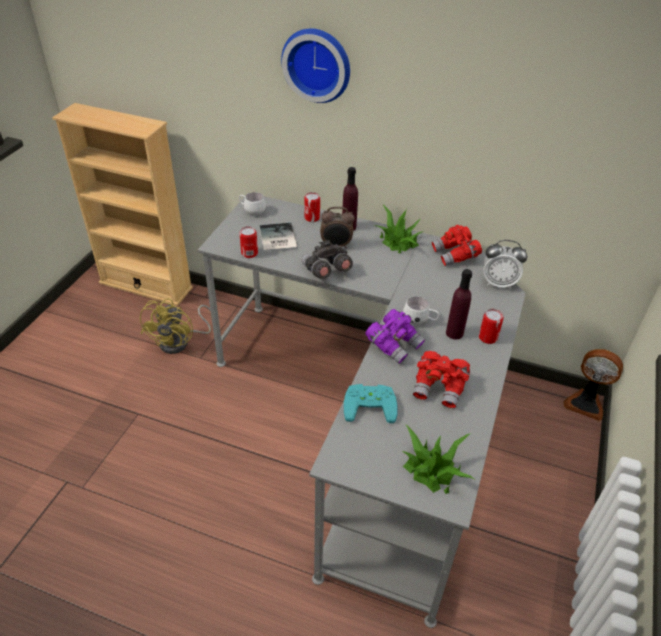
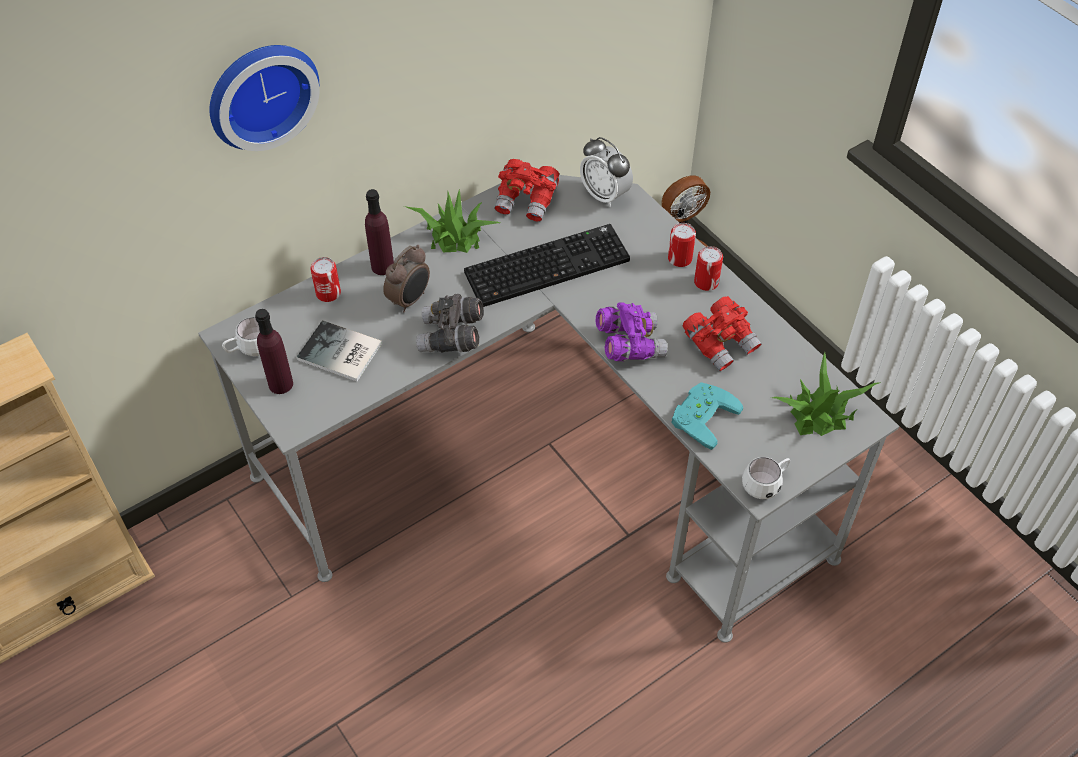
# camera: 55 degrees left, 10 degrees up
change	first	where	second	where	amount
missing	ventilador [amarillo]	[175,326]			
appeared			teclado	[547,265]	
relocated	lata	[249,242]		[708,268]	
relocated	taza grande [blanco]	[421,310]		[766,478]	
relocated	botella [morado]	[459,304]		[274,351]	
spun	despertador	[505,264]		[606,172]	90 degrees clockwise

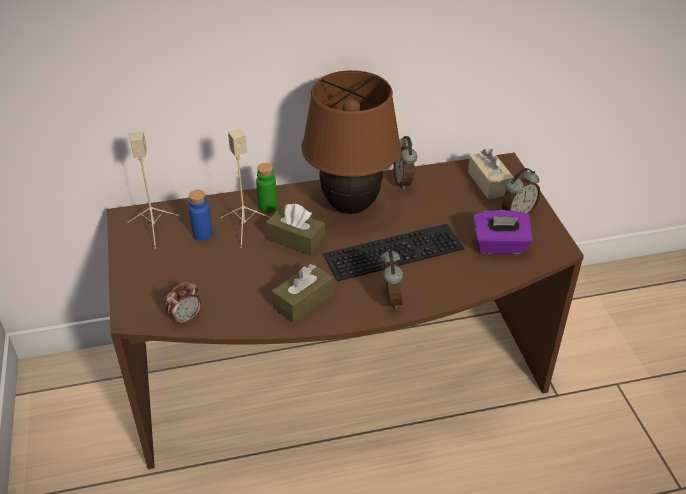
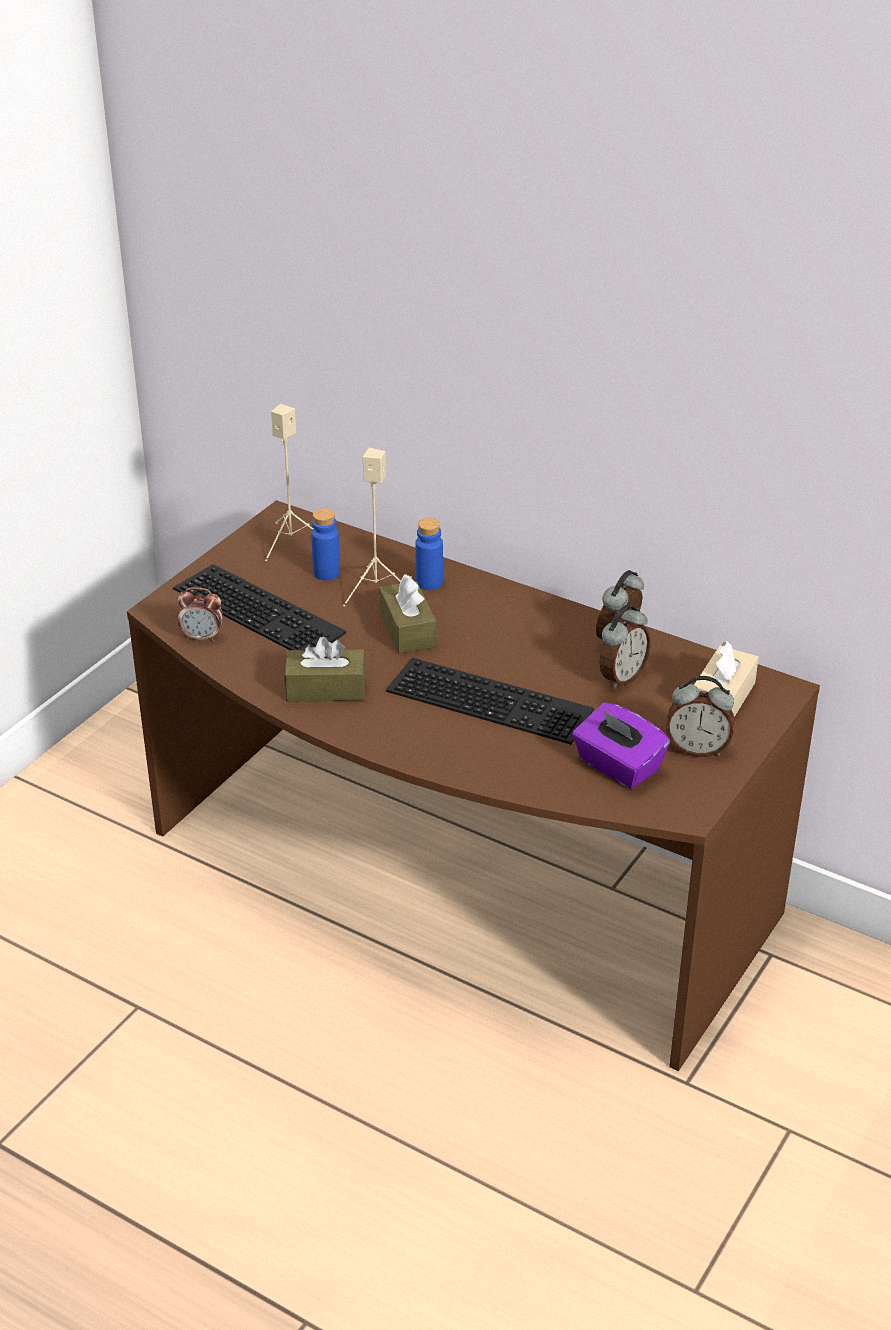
# camera: 45 degrees right, 5 degrees down
change	first	where	second	where	amount
missing	lámpara de mesa [marrón]	[351,142]			
appeared			teclado	[259,607]	
relocated	despertador	[392,279]		[625,647]	
colour	botella [verde]	[266,188]	botella [azul]	[429,554]	

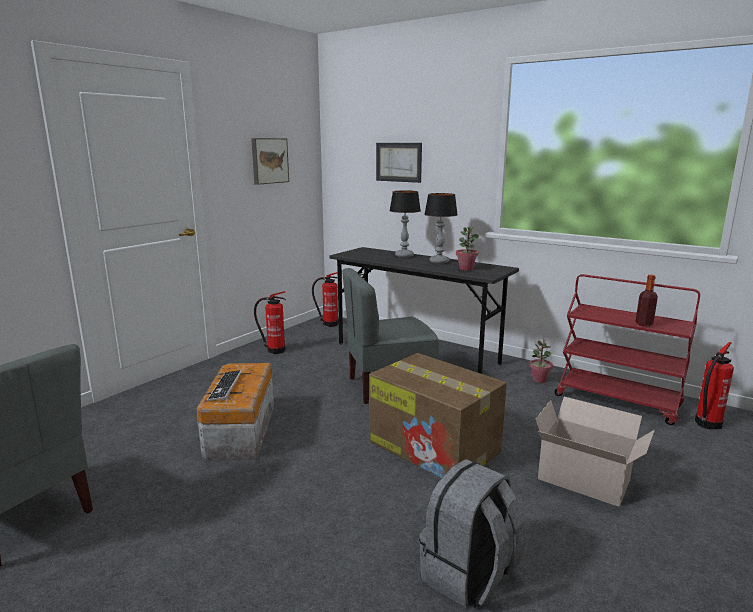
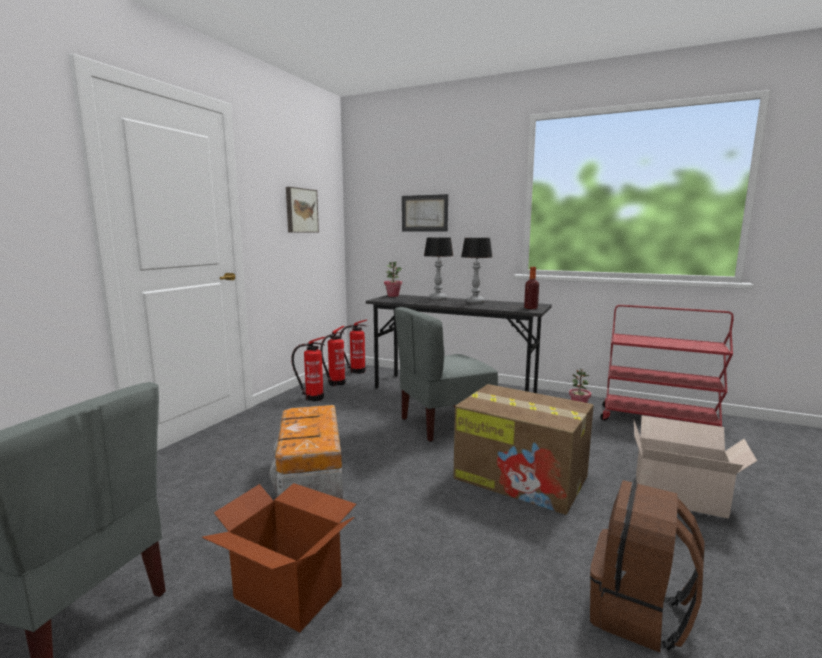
# camera: 10 degrees left, 5 degrees down
change	first	where	second	where	amount
missing	teclado	[224,385]			
appeared			caja de cartón	[279,557]	
relocated	planta en maceta	[467,249]		[393,279]	
relocated	botella	[646,300]		[531,288]	
relocated	extintor	[714,386]		[332,356]	
colour	mochila [gris]	[472,533]	mochila [marrón]	[647,566]	

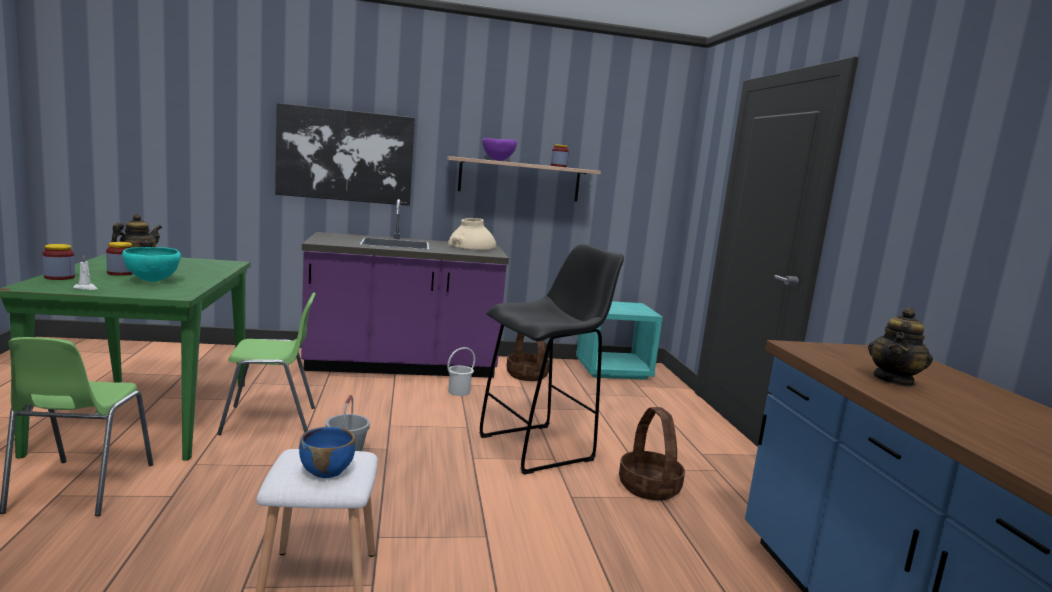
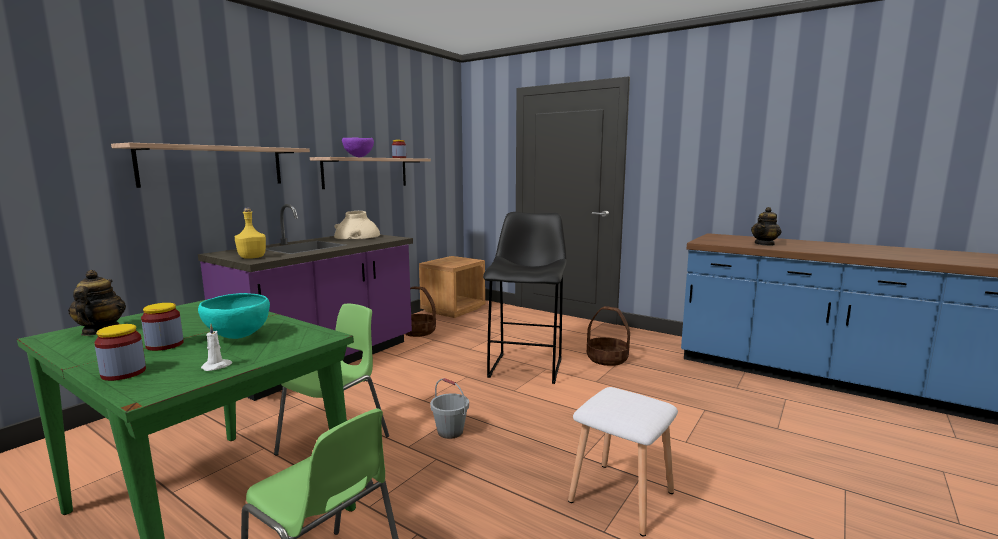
# camera: 45 degrees left, 0 degrees up
change	first	where	second	where	amount
missing	cuenco [azul]	[327,452]			
missing	cubo [blanco]	[461,371]			
appeared			botella [amarillo]	[250,233]	
exchanged	cuadro	[345,154]	estante	[210,165]	
colour	mesita de noche [turquesa]	[619,340]	mesita de noche [marrón]	[452,287]	
spun	tetera	[900,347]		[766,226]	60 degrees clockwise

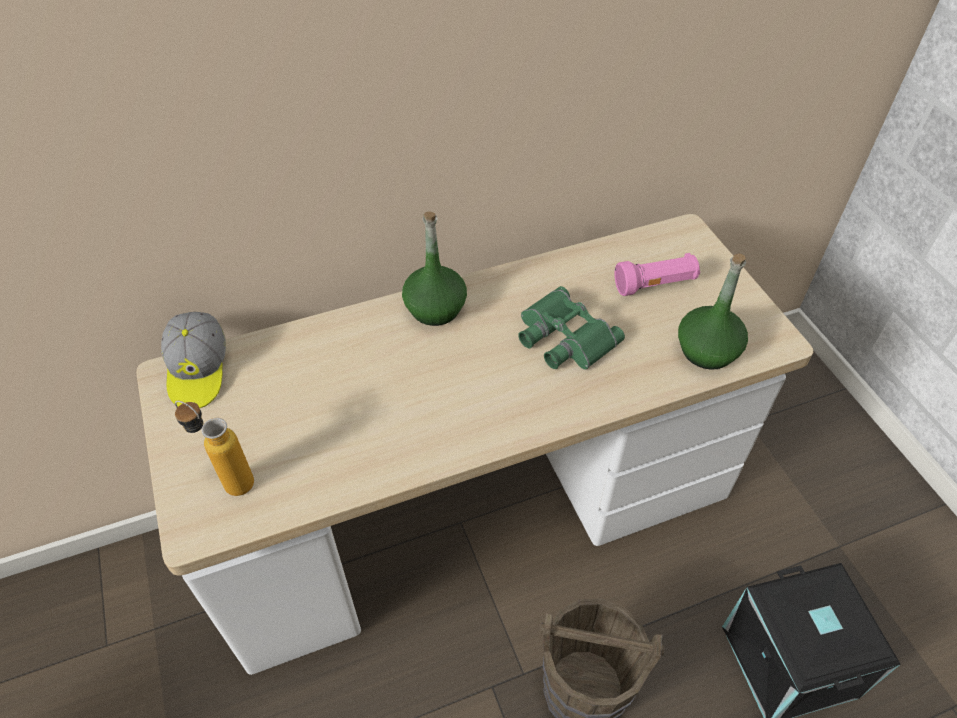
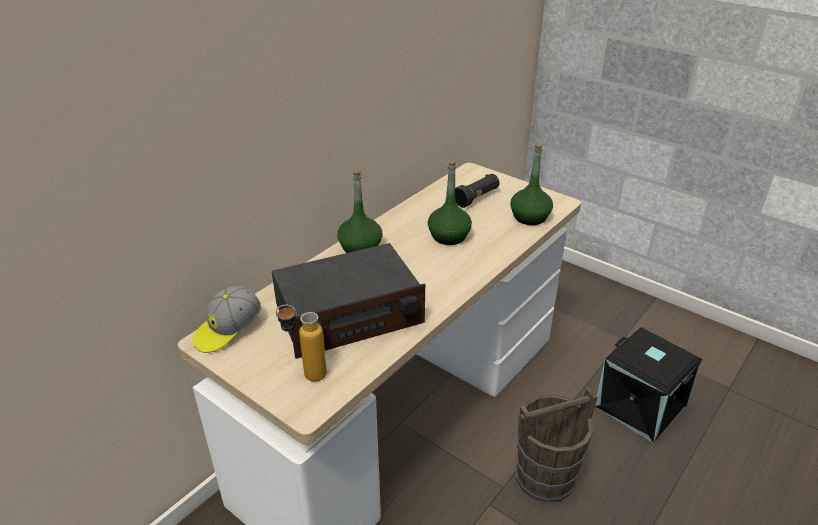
# camera: 30 degrees left, 15 degrees down
change	first	where	second	where	amount
appeared			radio	[348,301]	
exchanged	prismáticos [verde]	[572,327]	botella [verde]	[450,202]	
colour	linterna [rosa]	[657,274]	linterna [negro]	[477,191]	
spun	gorra	[193,360]		[227,319]	75 degrees clockwise

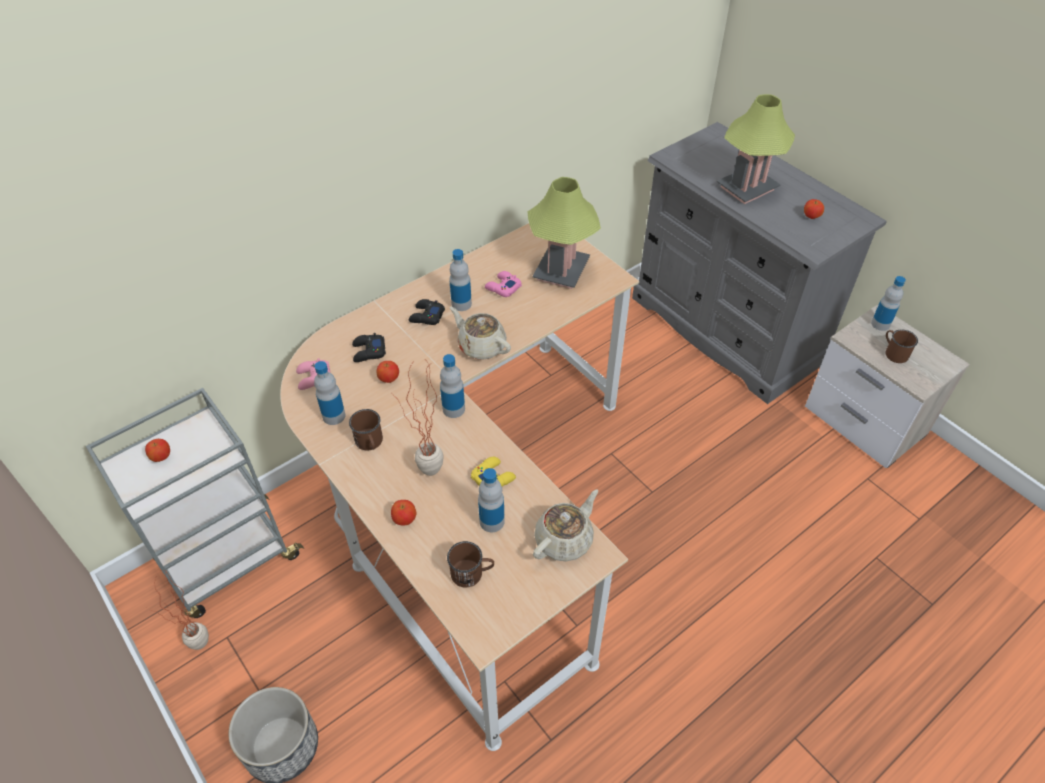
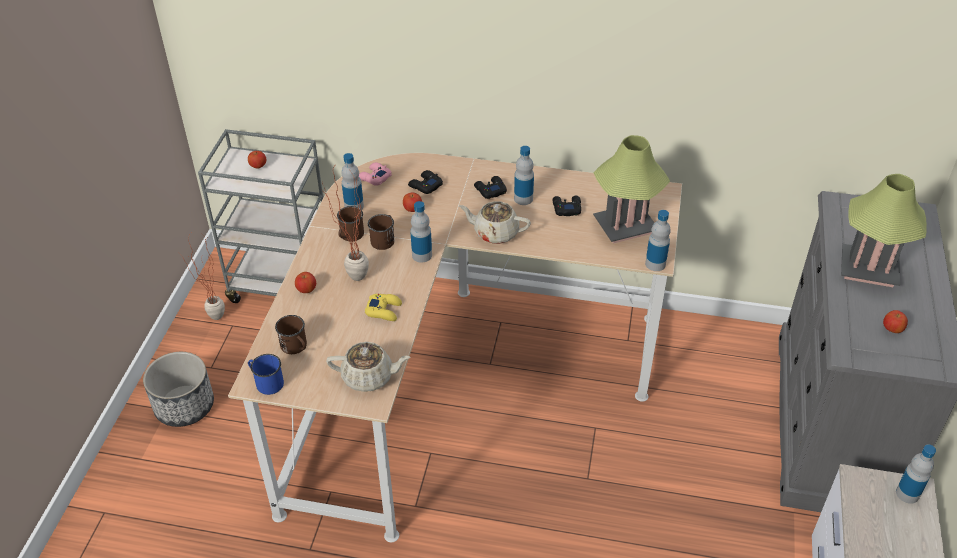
# camera: 50 degrees right, 5 degrees down
change	first	where	second	where	amount
appeared			taza grande [azul]	[266,374]	
relocated	botella	[491,500]		[658,240]	
relocated	taza grande [marrón]	[901,346]		[381,232]	
colour	mando de consola [rosa]	[503,284]	mando de consola [negro]	[566,206]	
spun	tetera [beis]	[480,333]		[495,222]	75 degrees counterclockwise

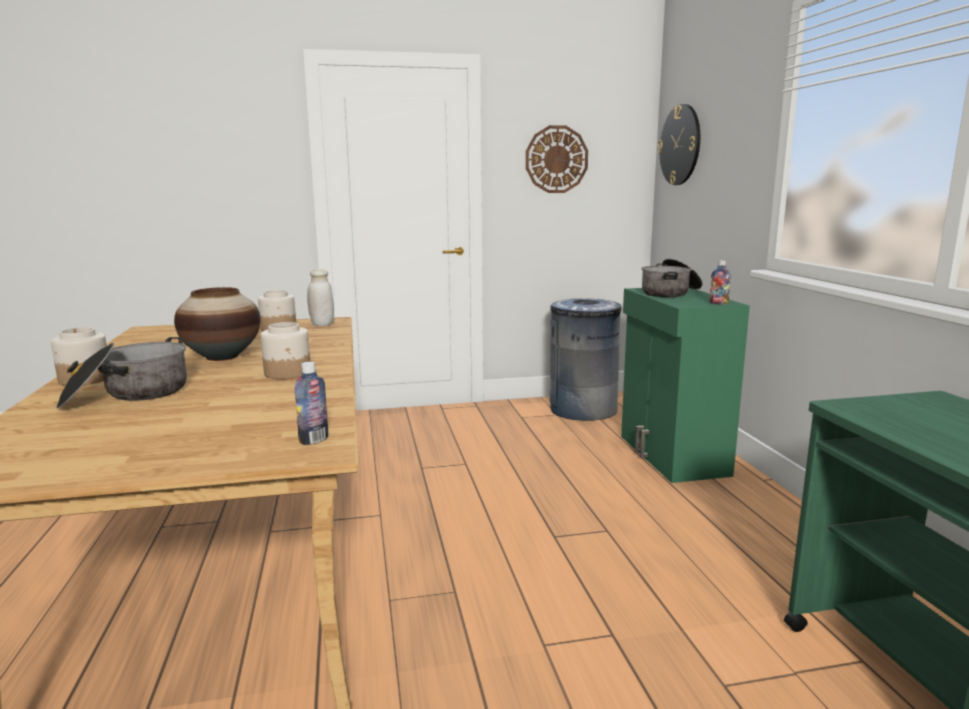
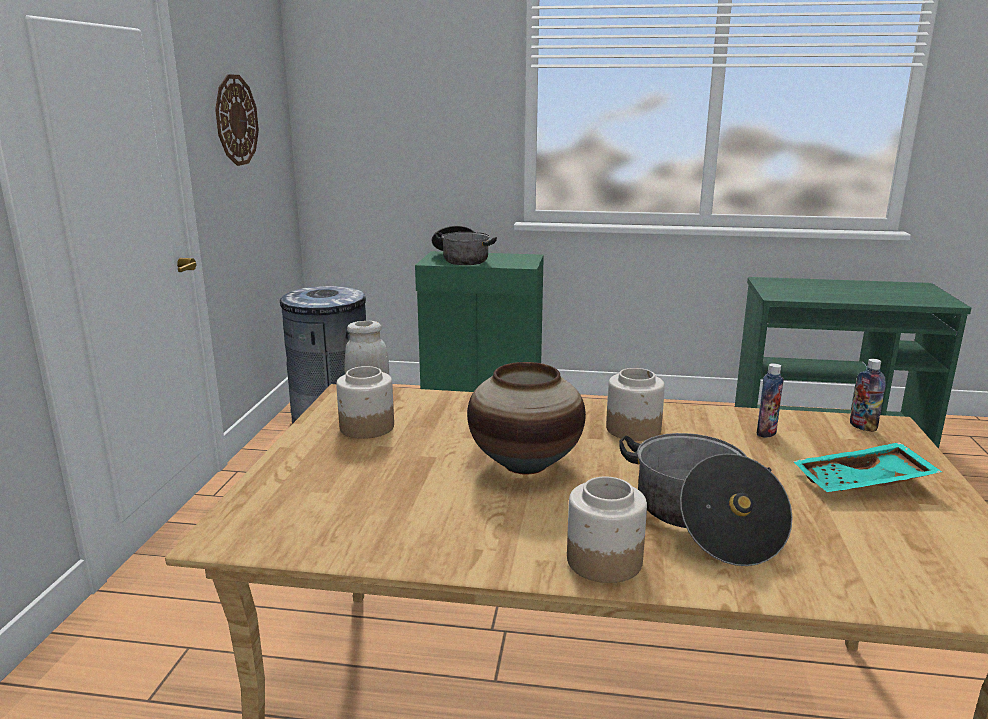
# camera: 70 degrees left, 5 degrees up
change	first	where	second	where	amount
missing	reloj de pared	[678,144]			
appeared			bandeja [turquesa]	[867,467]	
relocated	botella	[720,282]		[770,400]	

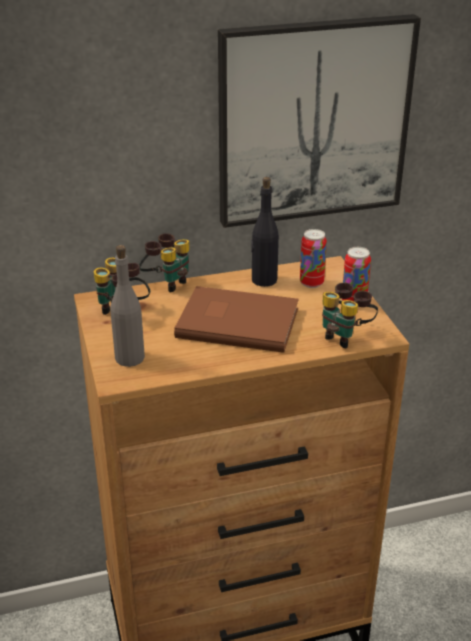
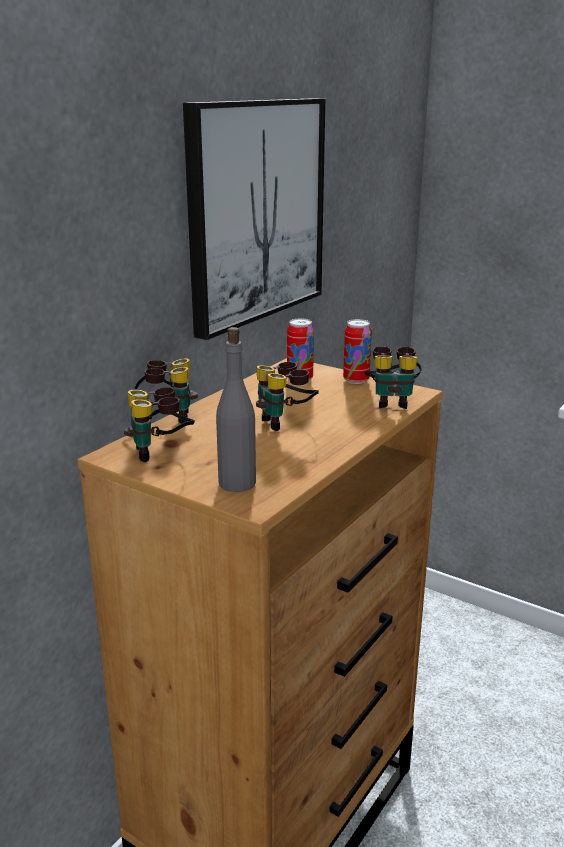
# camera: 40 degrees left, 10 degrees down
change	first	where	second	where	amount
missing	botella [negro]	[265,232]			
exchanged	libro [marrón]	[236,319]	prismáticos	[287,396]	

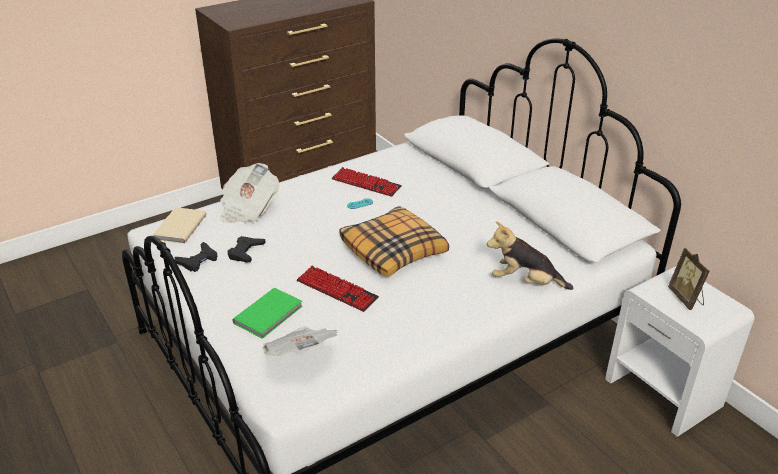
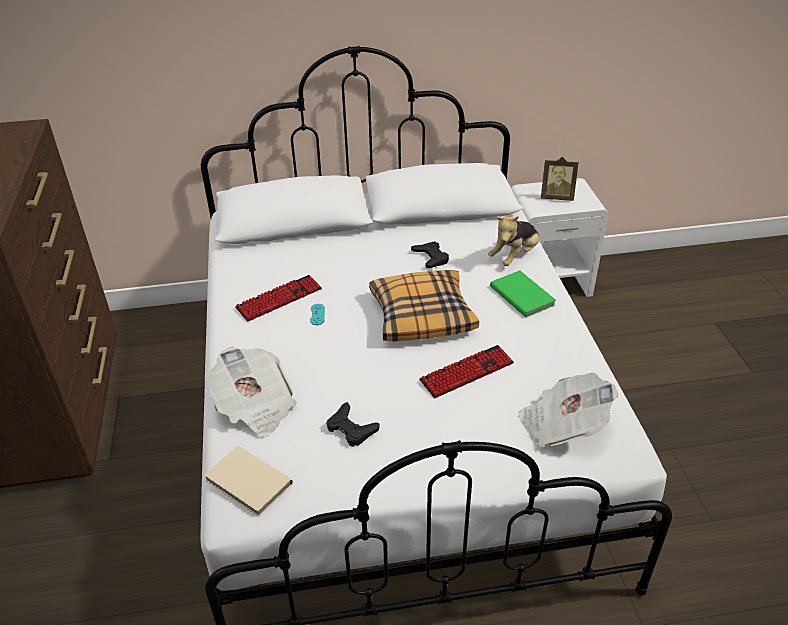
# camera: 65 degrees left, 5 degrees up
change	first	where	second	where	amount
relocated	mando de consola [negro]	[196,257]		[430,254]	
relocated	libro [verde]	[267,313]		[523,294]	

